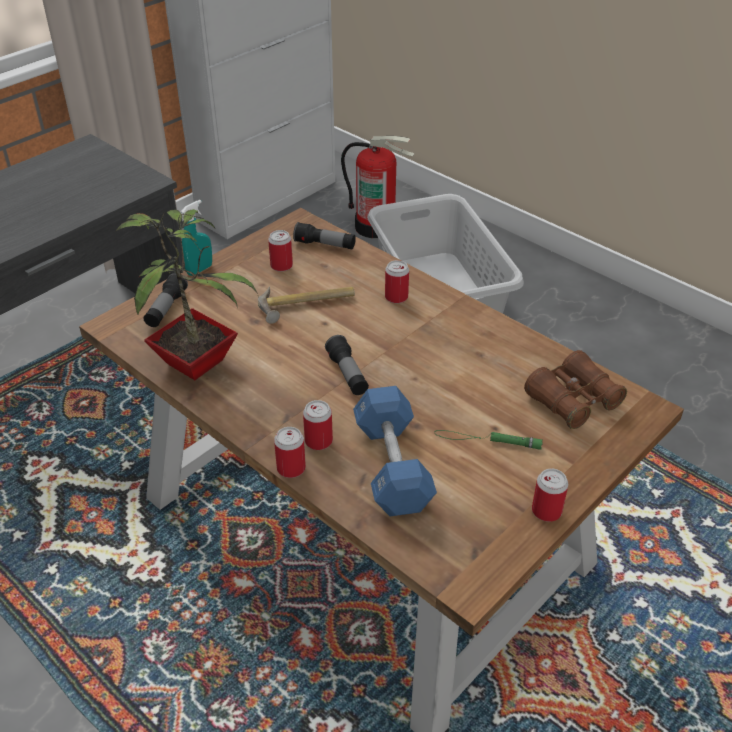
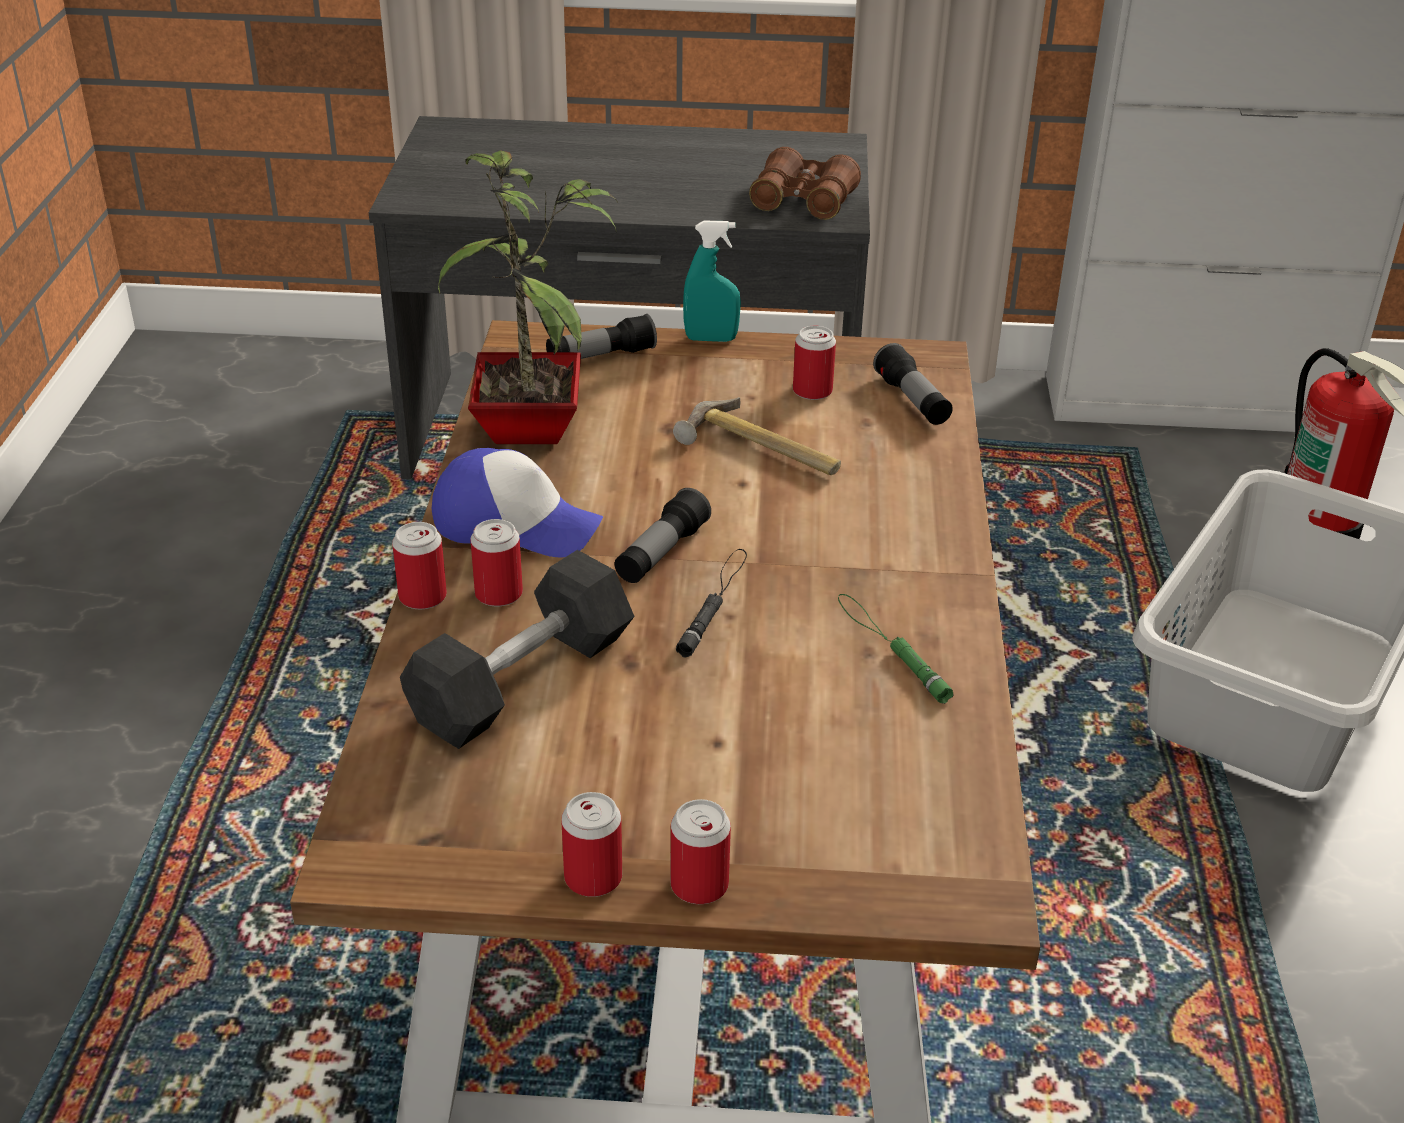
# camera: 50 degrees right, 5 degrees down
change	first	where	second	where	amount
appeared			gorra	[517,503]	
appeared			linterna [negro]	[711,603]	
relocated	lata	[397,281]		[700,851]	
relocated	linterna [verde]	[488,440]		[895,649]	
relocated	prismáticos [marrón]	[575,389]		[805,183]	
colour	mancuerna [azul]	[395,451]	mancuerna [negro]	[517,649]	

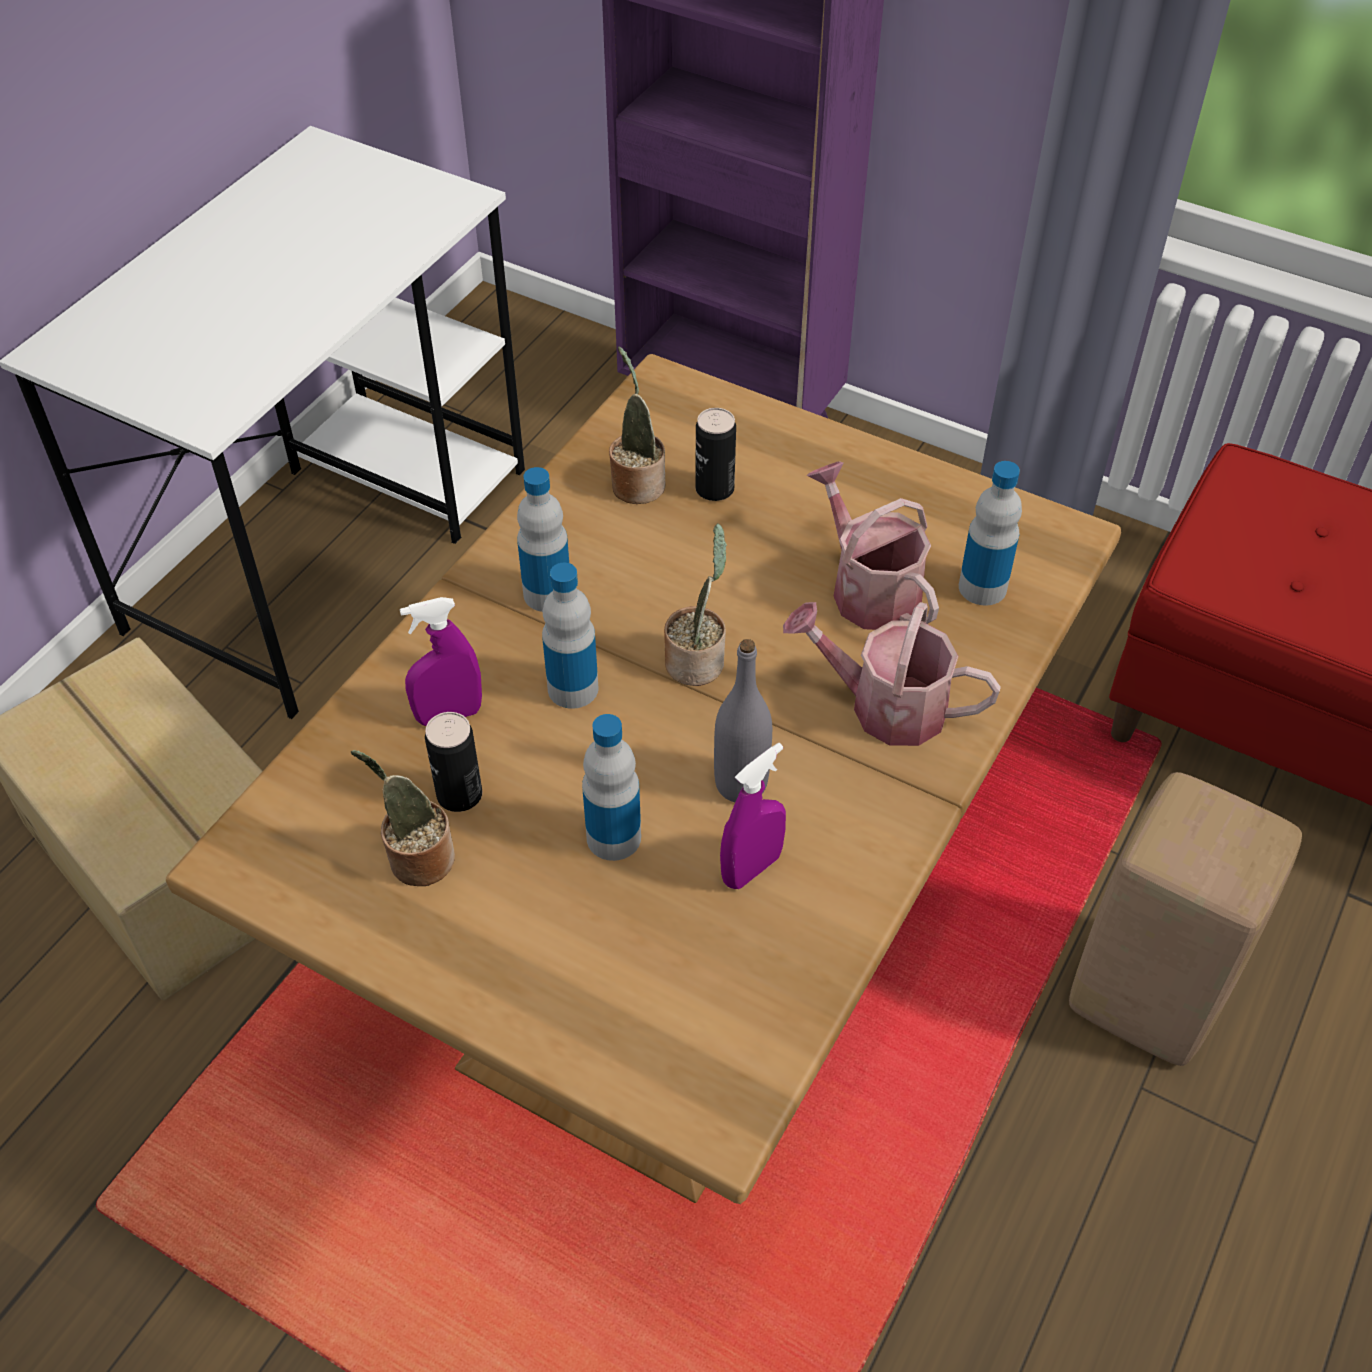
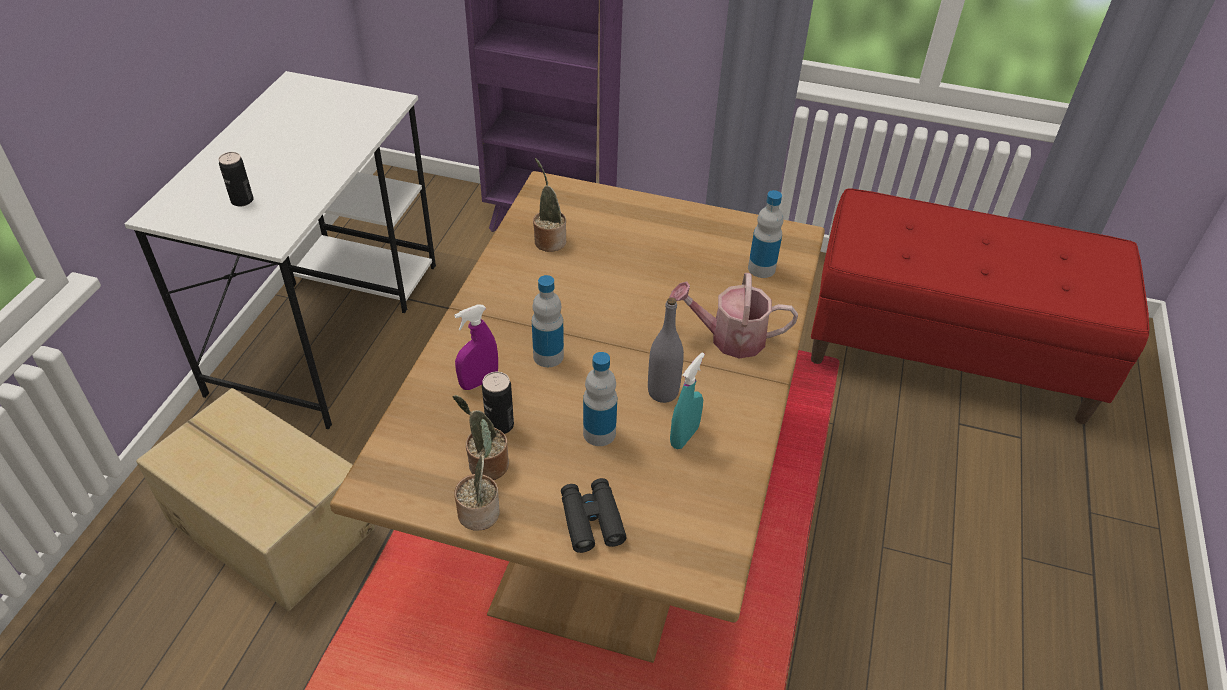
# camera: 15 degrees left, 5 degrees down
change	first	where	second	where	amount
missing	botella	[543,539]			
missing	regadera	[873,545]			
missing	taburete [beis]	[1185,919]			
appeared			prismáticos [negro]	[594,515]	
relocated	planta en maceta	[695,604]		[477,474]	
relocated	lata	[715,454]		[236,179]	
colour	pulverizador [morado]	[753,816]	pulverizador [turquesa]	[687,400]	

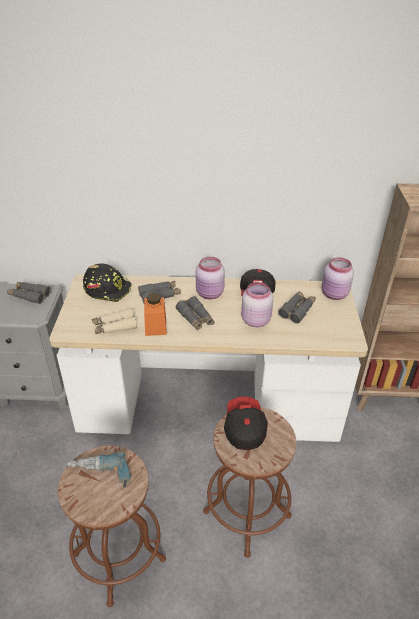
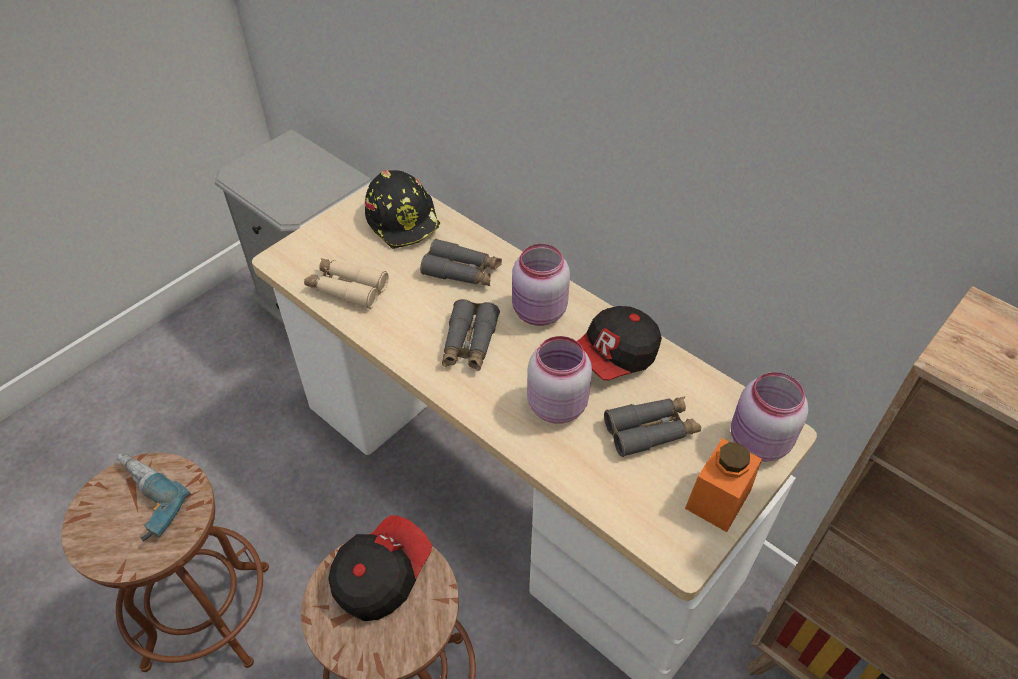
# camera: 40 degrees right, 10 degrees up
change	first	where	second	where	amount
missing	prismáticos [gris]	[29,293]			
relocated	tarro [naranja]	[155,314]		[723,485]	

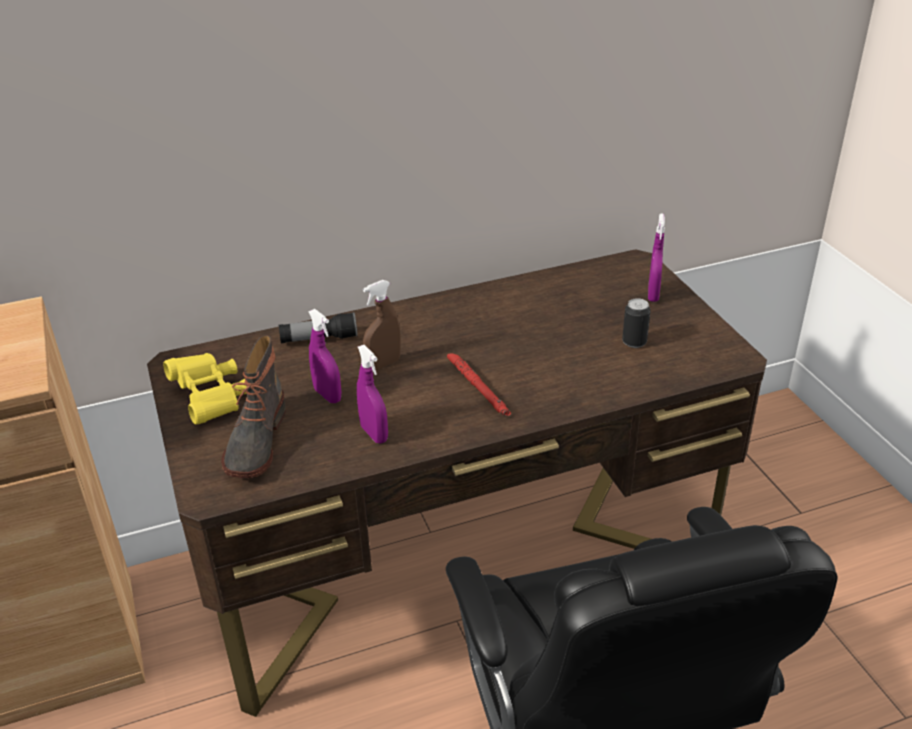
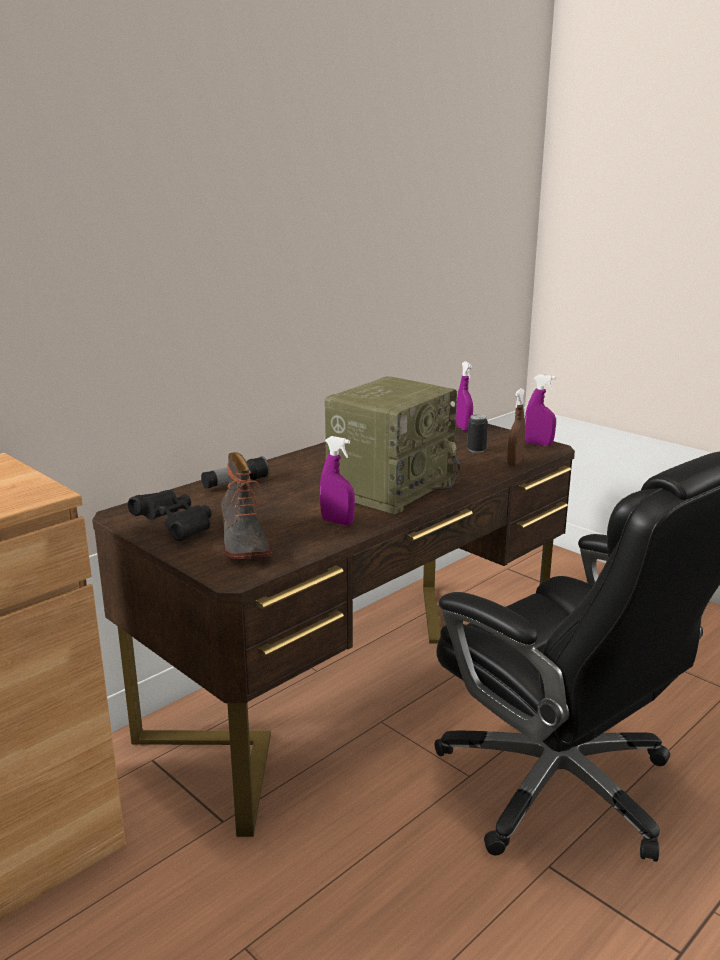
# camera: 25 degrees left, 15 degrees down
change	first	where	second	where	amount
relocated	pulverizador [morado]	[324,356]		[540,410]	
relocated	pulverizador [marrón]	[382,325]		[516,427]	
exchanged	linterna [rojo]	[479,384]	radio	[392,445]	
colour	prismáticos [amarillo]	[205,389]	prismáticos [negro]	[169,515]	

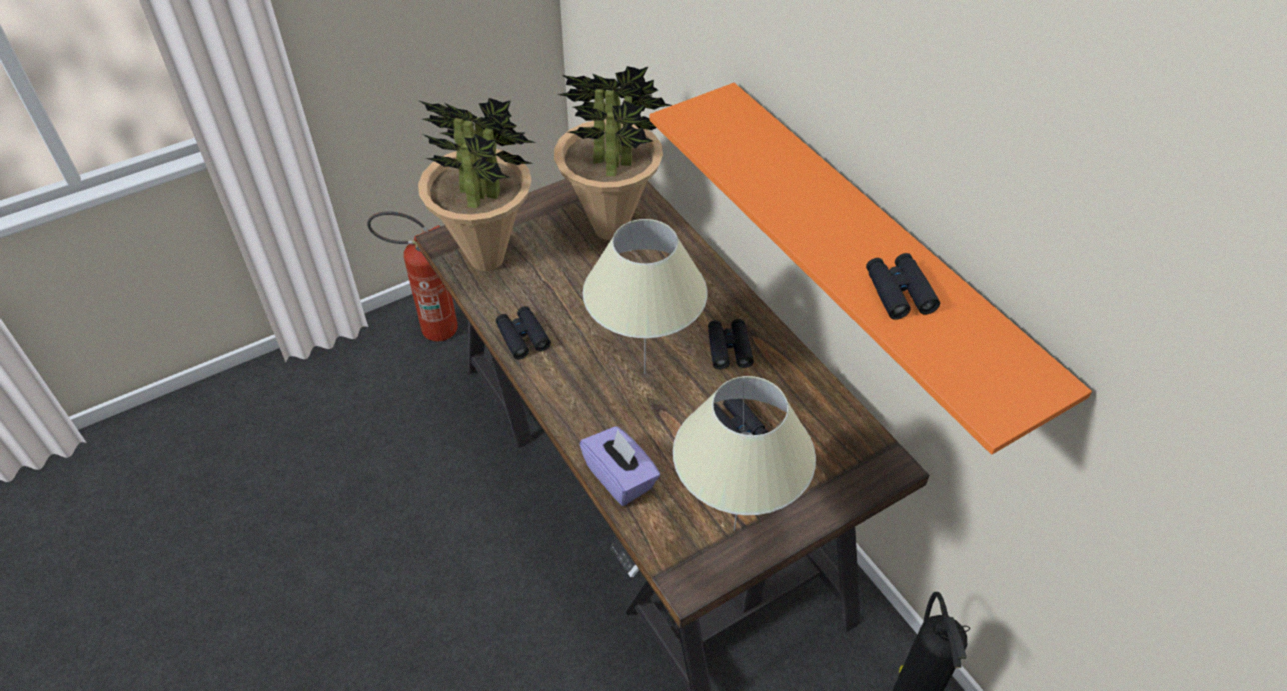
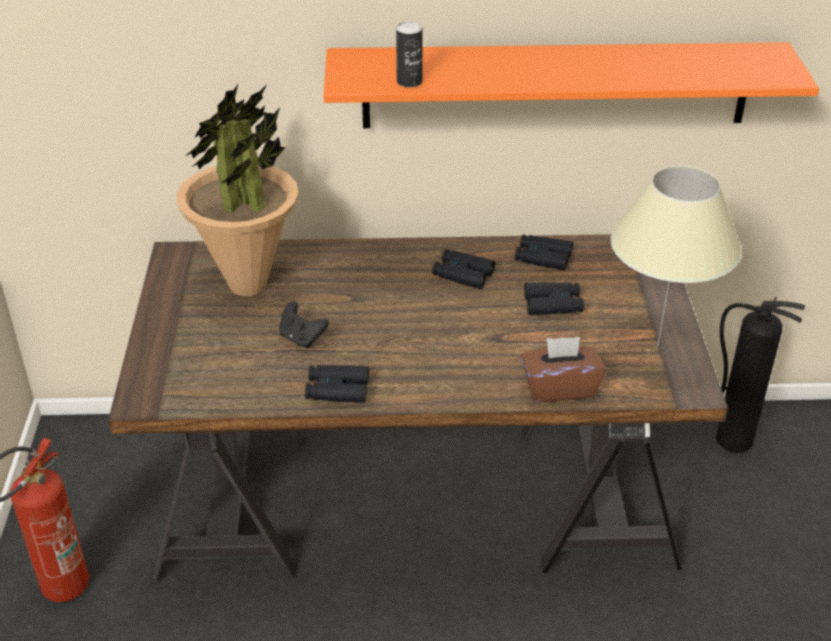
# camera: 60 degrees left, 10 degrees down
change	first	where	second	where	amount
missing	planta en maceta	[477,184]			
missing	lámpara de mesa [beis]	[645,296]			
appeared			mando de consola [negro]	[304,325]	
appeared			lata	[409,54]	
relocated	prismáticos [negro]	[903,286]		[544,252]	
colour	caja de pañuelos [morado]	[620,466]	caja de pañuelos [marrón]	[563,369]	

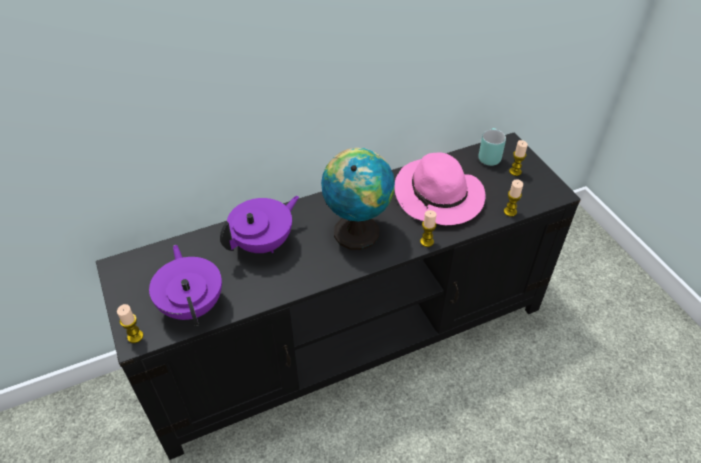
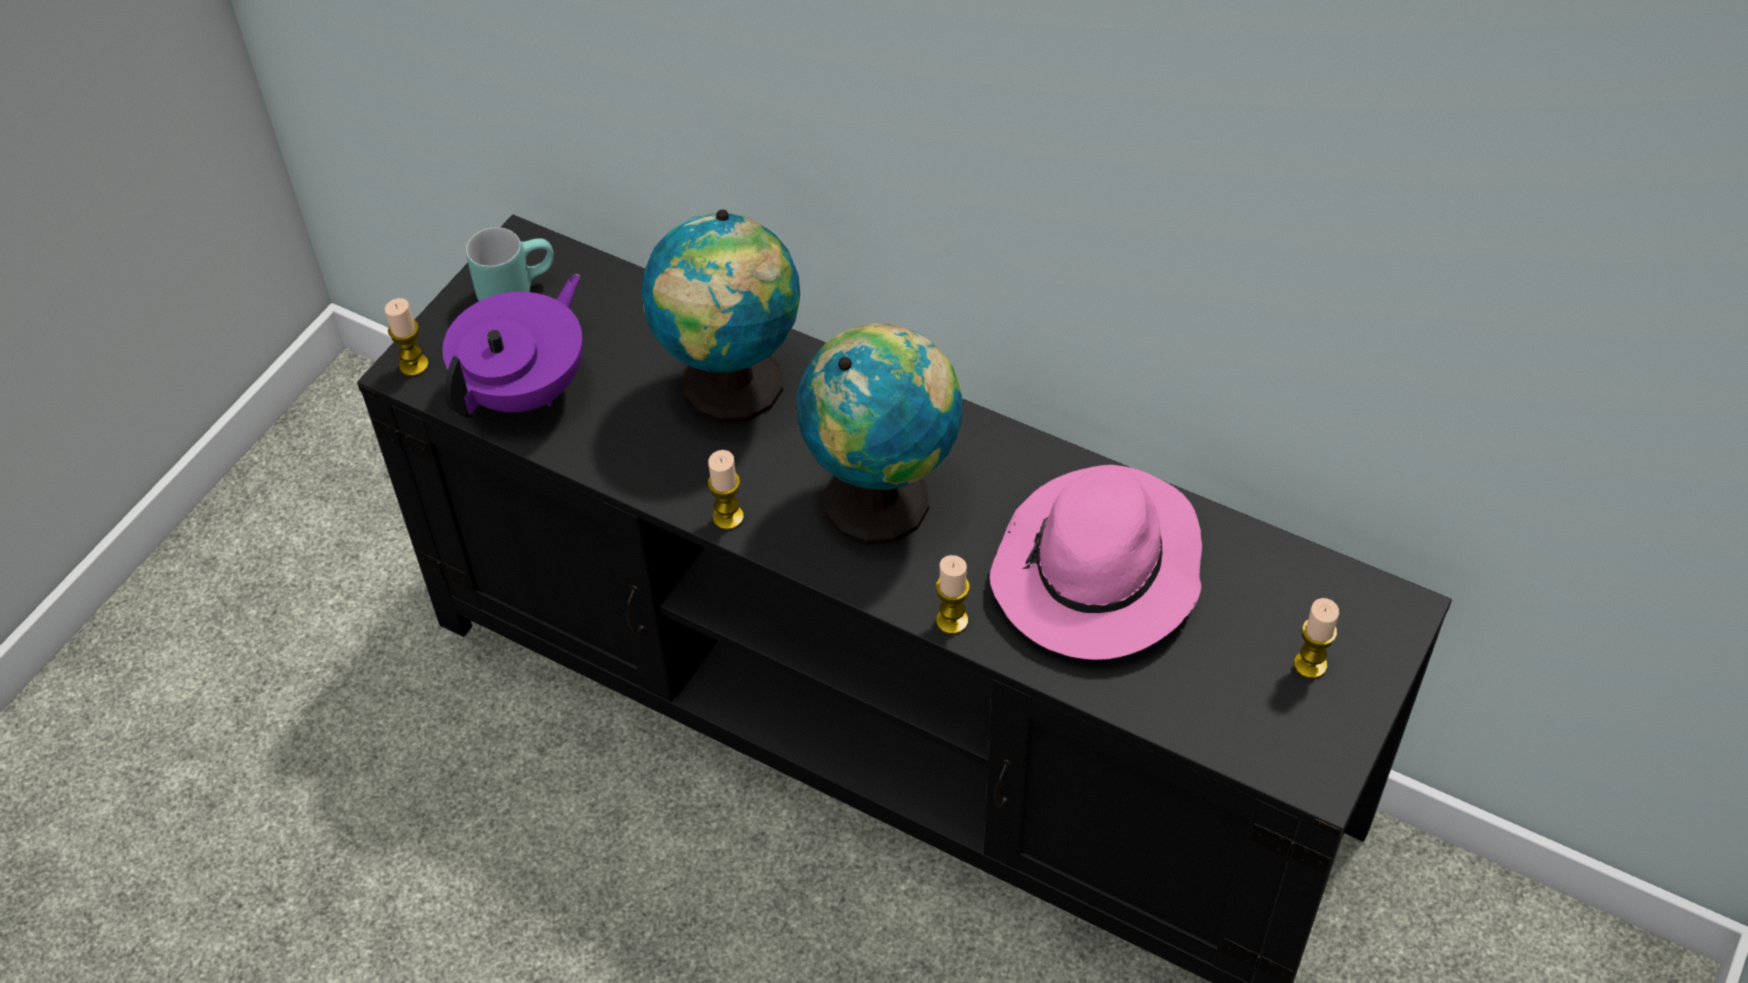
# camera: 55 degrees right, 5 degrees up
change	first	where	second	where	amount
relocated	taza grande [turquesa]	[492,147]		[510,264]	
relocated	vela	[513,198]		[726,490]	
exchanged	tetera [morado]	[259,224]	globo terráqueo	[720,316]	

